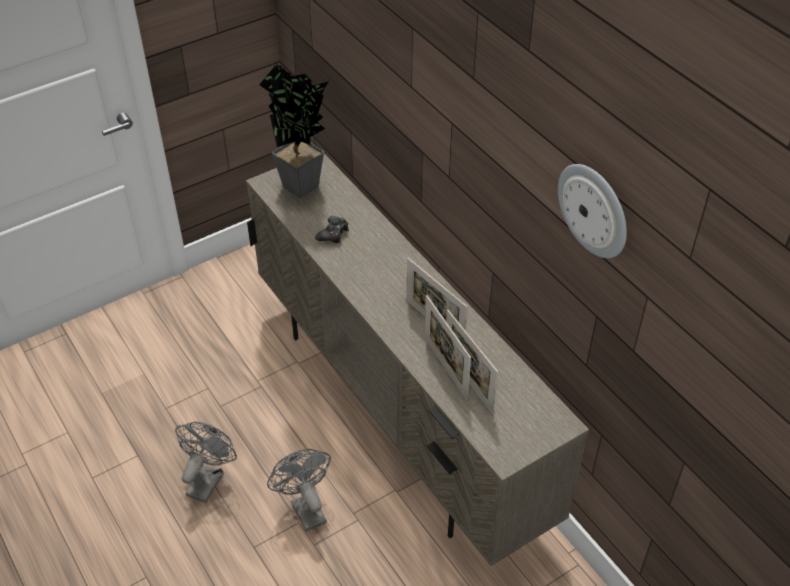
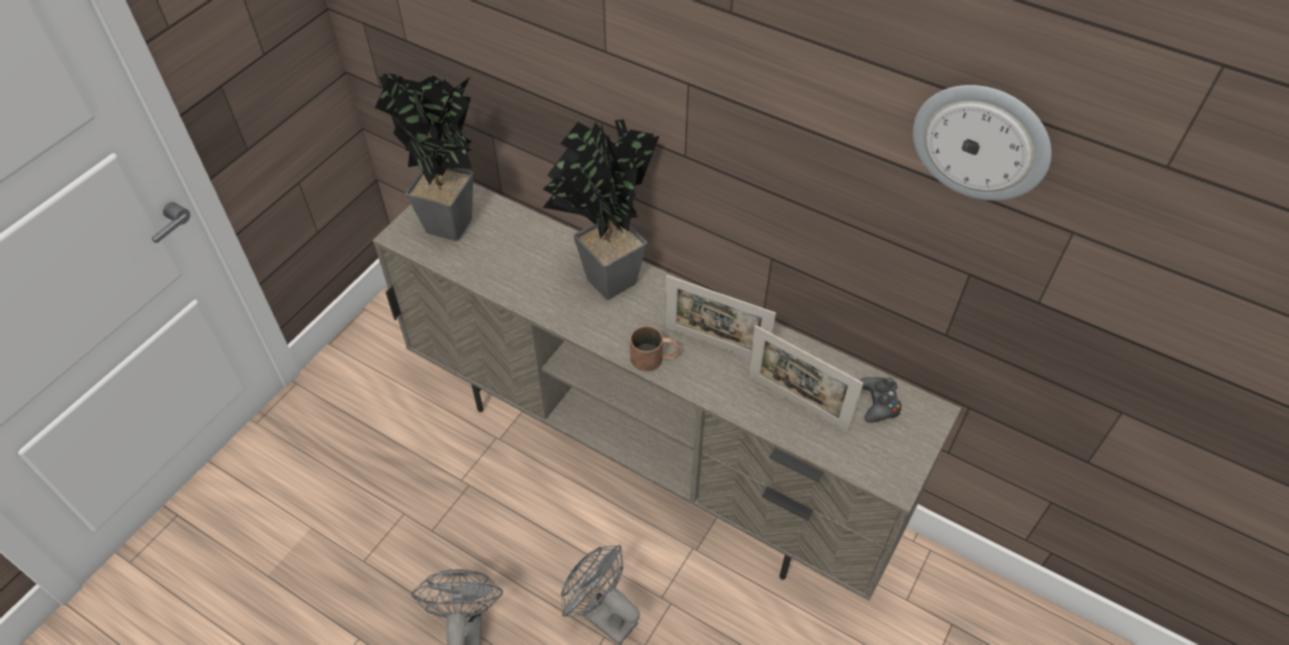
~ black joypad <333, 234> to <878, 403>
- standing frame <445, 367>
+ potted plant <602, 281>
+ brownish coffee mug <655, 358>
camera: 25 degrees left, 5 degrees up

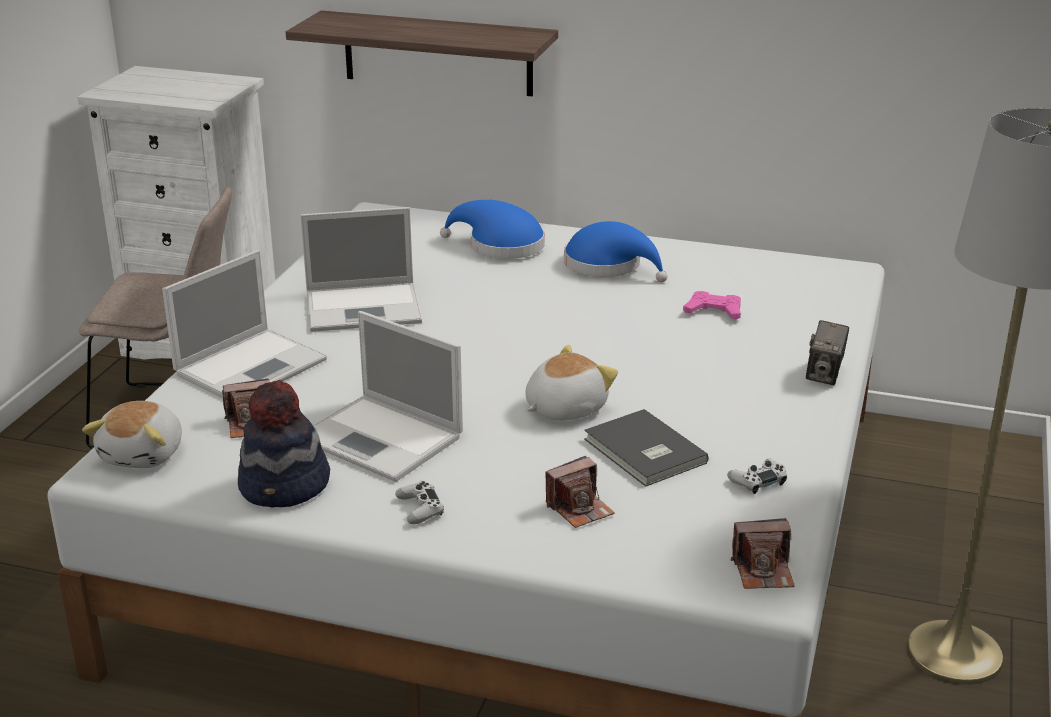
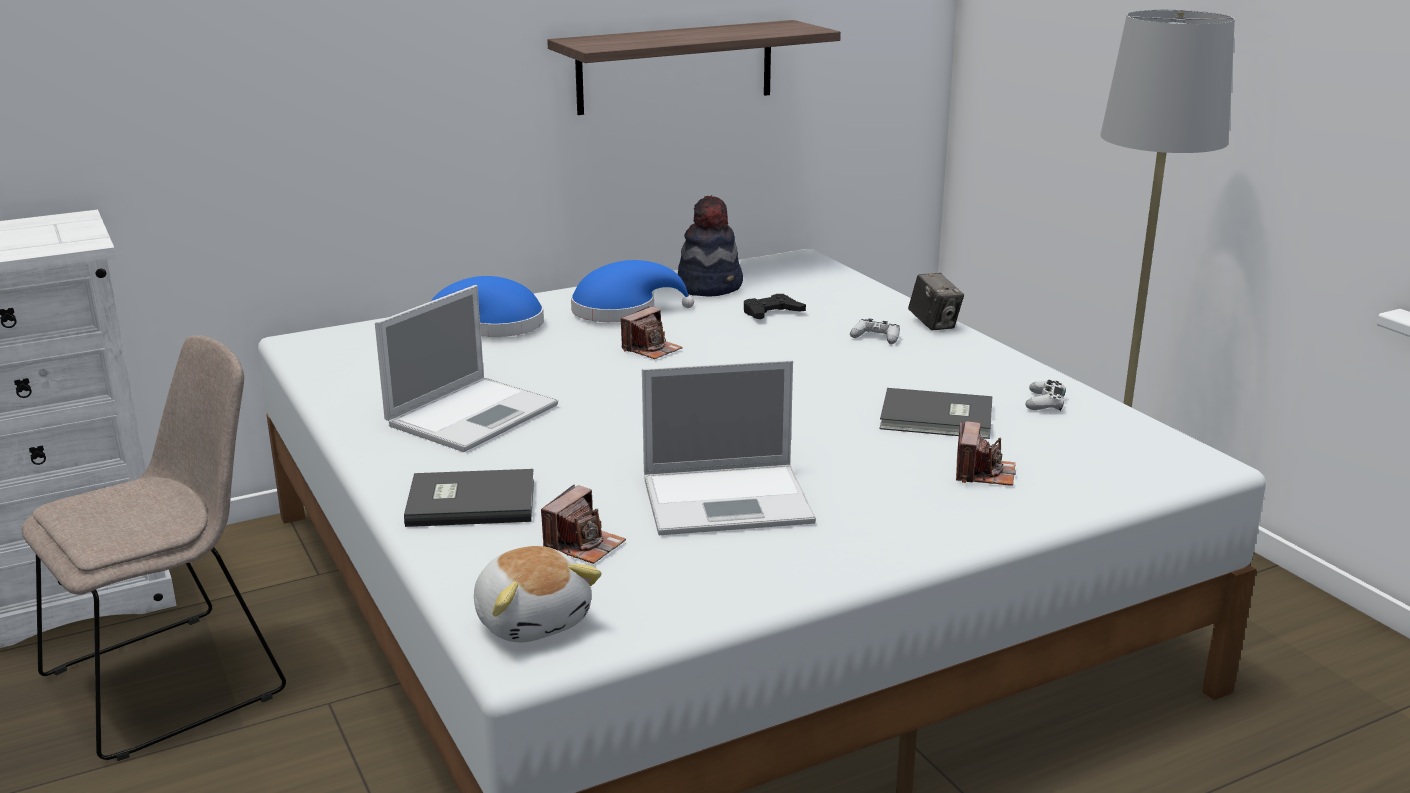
~ portable computer <252, 366> to grey book <469, 501>
~ wearable hat <285, 486> to <710, 286>
~ shelf <437, 53> to <675, 67>
~ white joypad <420, 509> to <876, 338>
- cuddly toy <564, 408>
~ pink-coloured joypad <714, 311> to black joypad <772, 313>
~ photo camera <763, 571> to <651, 349>
camera: 45 degrees left, 5 degrees down

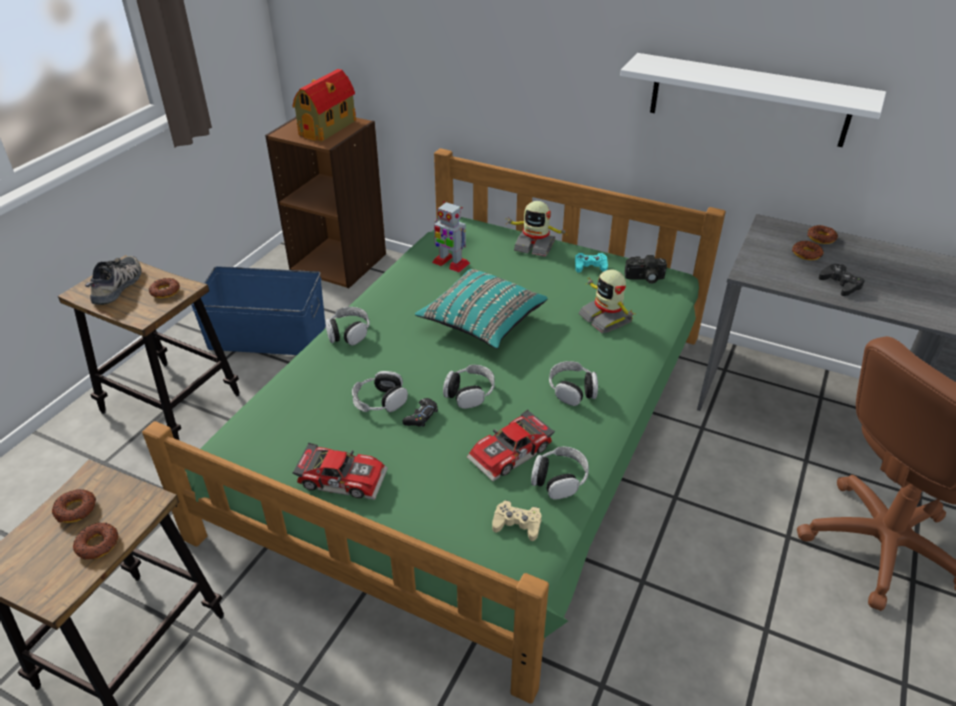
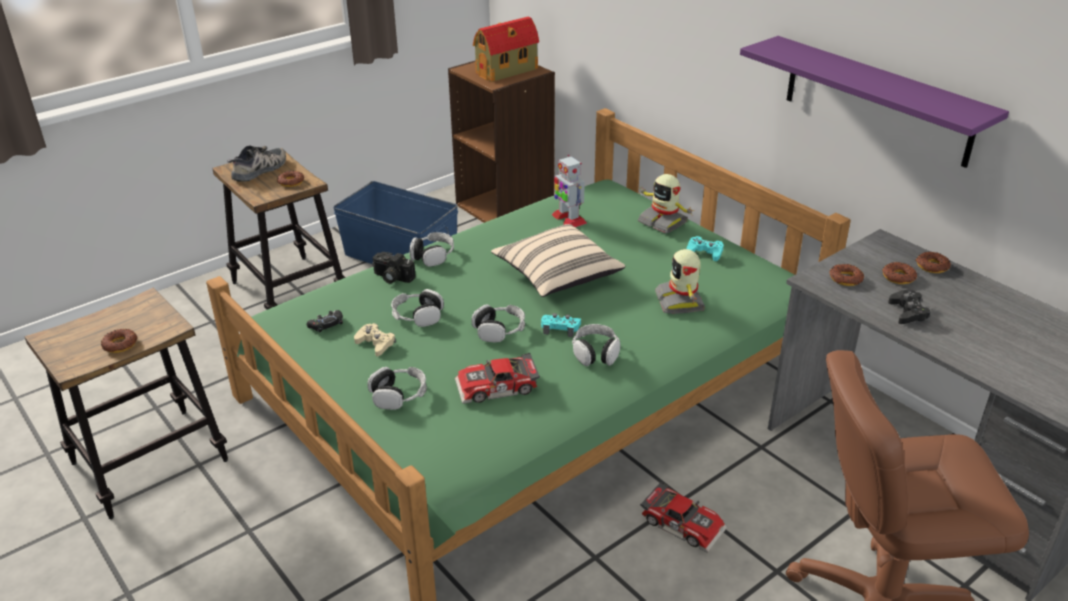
~ ring doughnut <76, 509> to <845, 279>
~ toy car <343, 477> to <683, 523>
~ black joypad <421, 416> to <326, 325>
~ turquoise-coloured throw pillow <482, 323> to beige throw pillow <557, 276>
~ beige joypad <517, 524> to <375, 343>
~ headphones <559, 479> to <399, 395>
~ white shelf <748, 100> to purplish shelf <877, 101>
~ photo camera <644, 278> to <391, 277>
+ turquoise-coloured joypad <560, 328>
camera: 25 degrees right, 5 degrees down

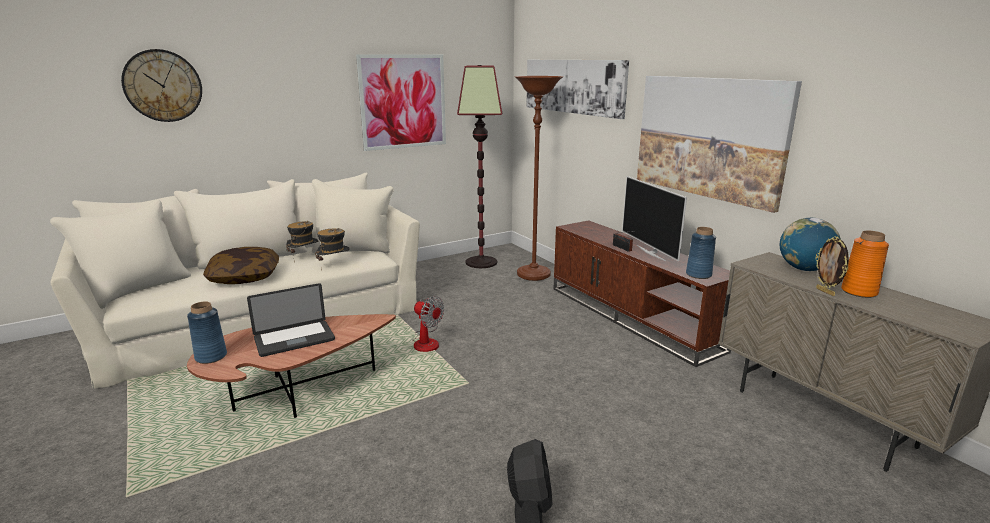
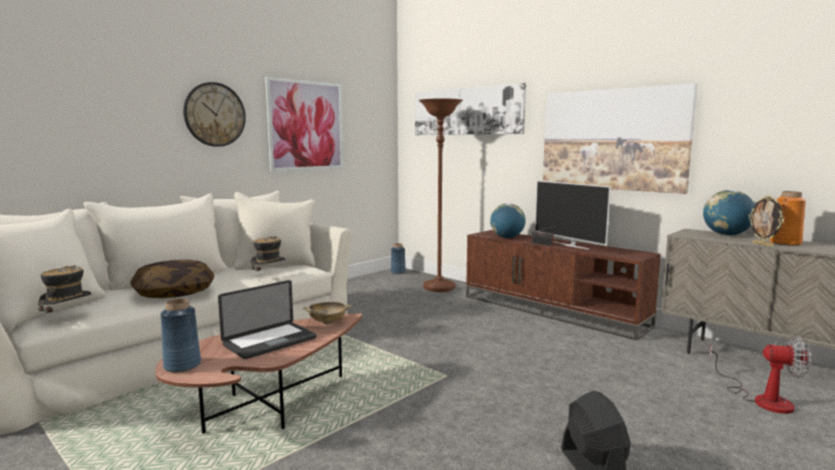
~ clock on the wall <163, 86> to <214, 114>
~ wearable hat <304, 257> to <68, 319>
~ electric fan <427, 341> to <762, 399>
- standing lamp <481, 262>
~ blue decorative vase <698, 275> to <398, 272>
+ beige bowl <327, 322>
+ desk globe <507, 237>
camera: 15 degrees left, 10 degrees down

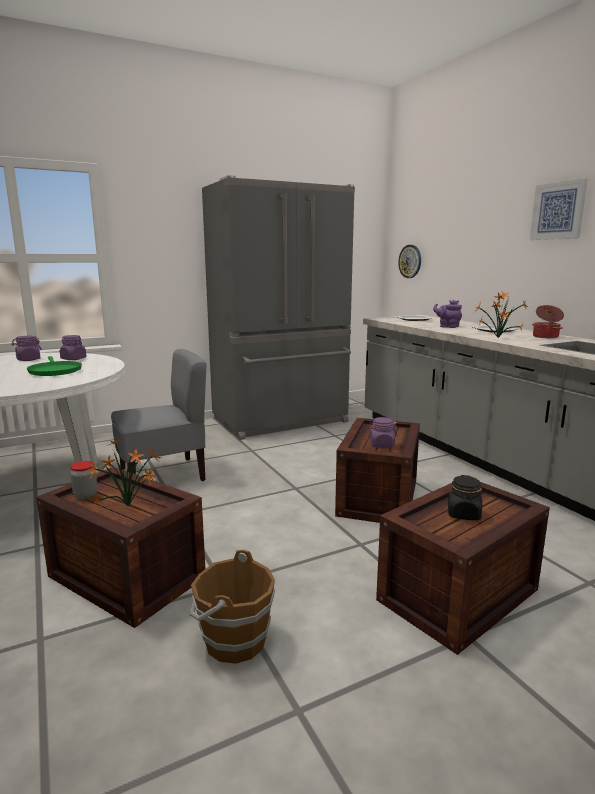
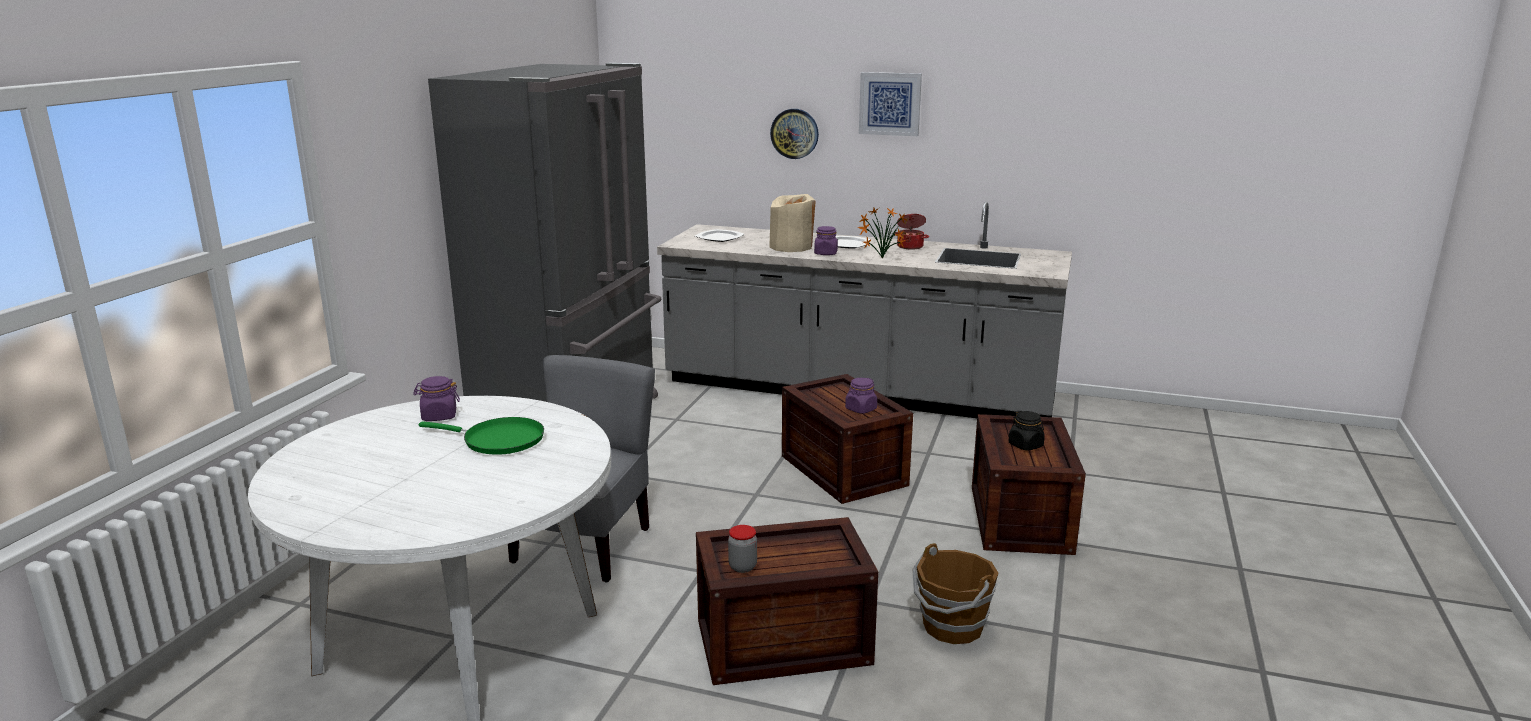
~ purplish jar <28, 360> to <826, 253>
- potted plant <130, 506>
~ clock on the wall <410, 261> to <794, 133>
~ purplish pot for tea <447, 327> to beige decorative vase <791, 246>
camera: 45 degrees left, 5 degrees up

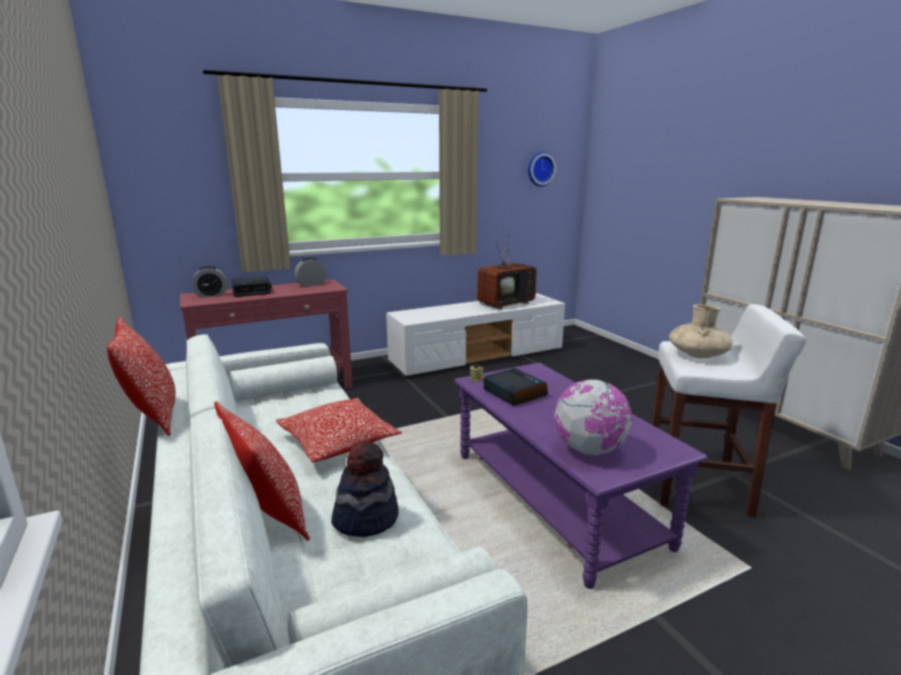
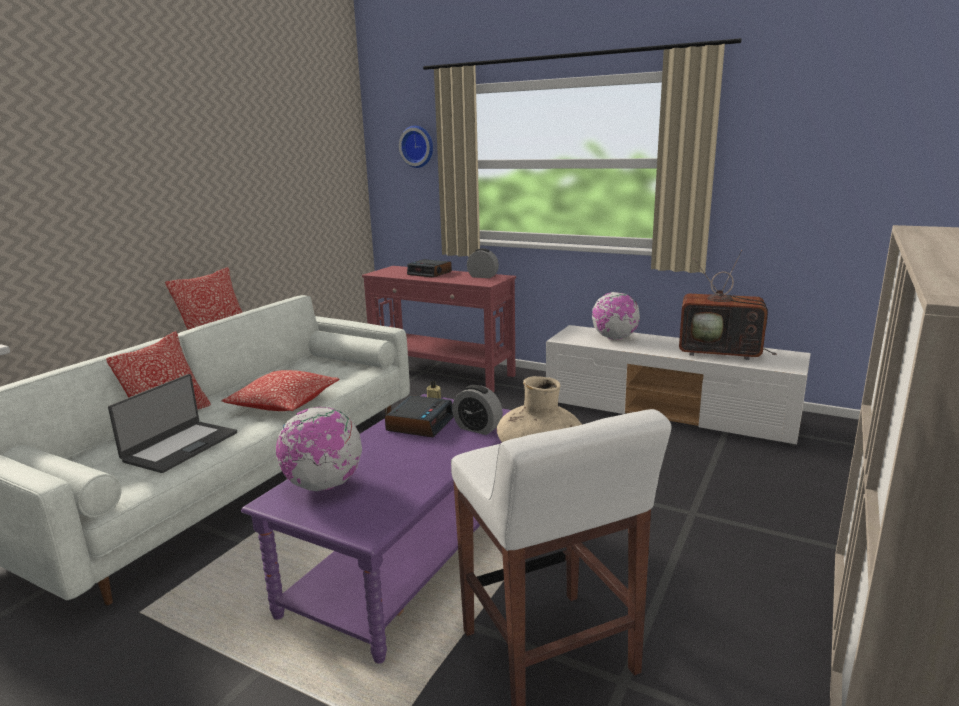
~ table clock <211, 295> to <477, 428>
~ wearable hat <366, 518> to portable computer <180, 446>
~ clock on the wall <540, 169> to <418, 146>
+ desk globe <614, 338>
camera: 55 degrees right, 0 degrees up

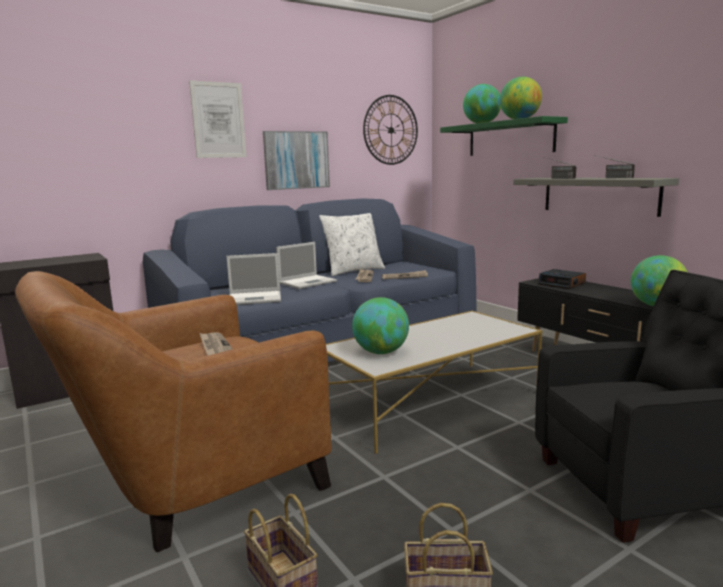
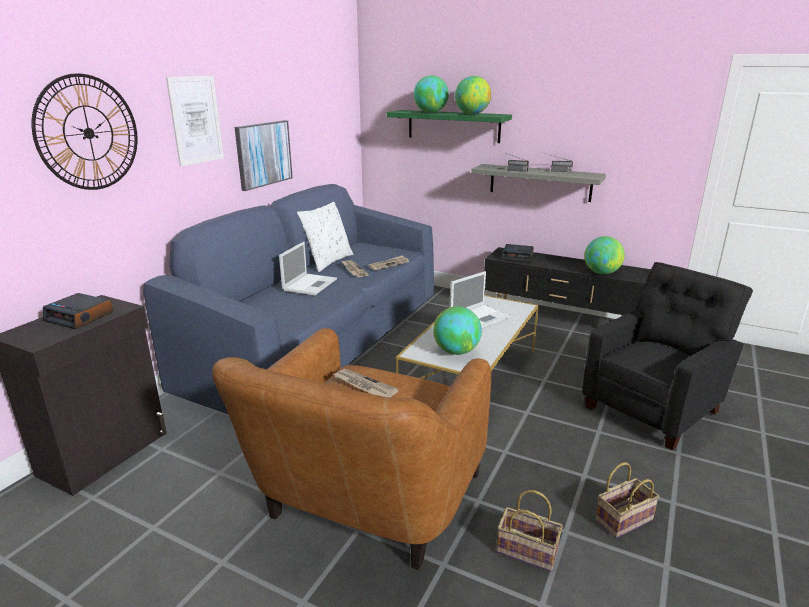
~ portable computer <256, 298> to <480, 317>
~ clock on the wall <391, 130> to <88, 133>
+ table clock <80, 317>
camera: 30 degrees left, 10 degrees up

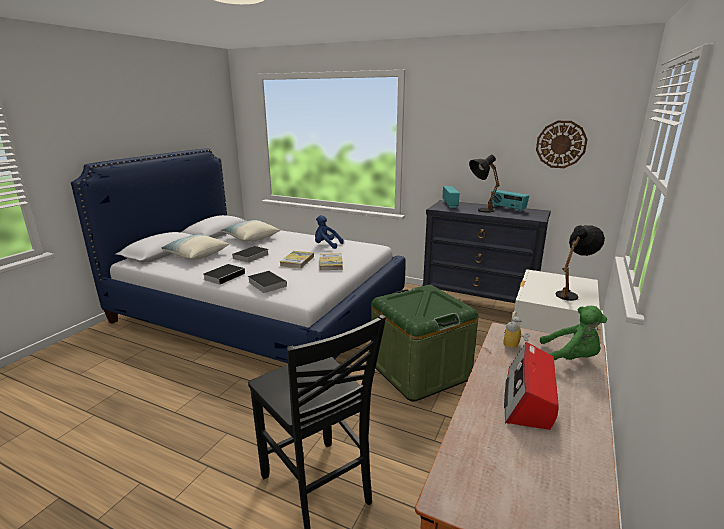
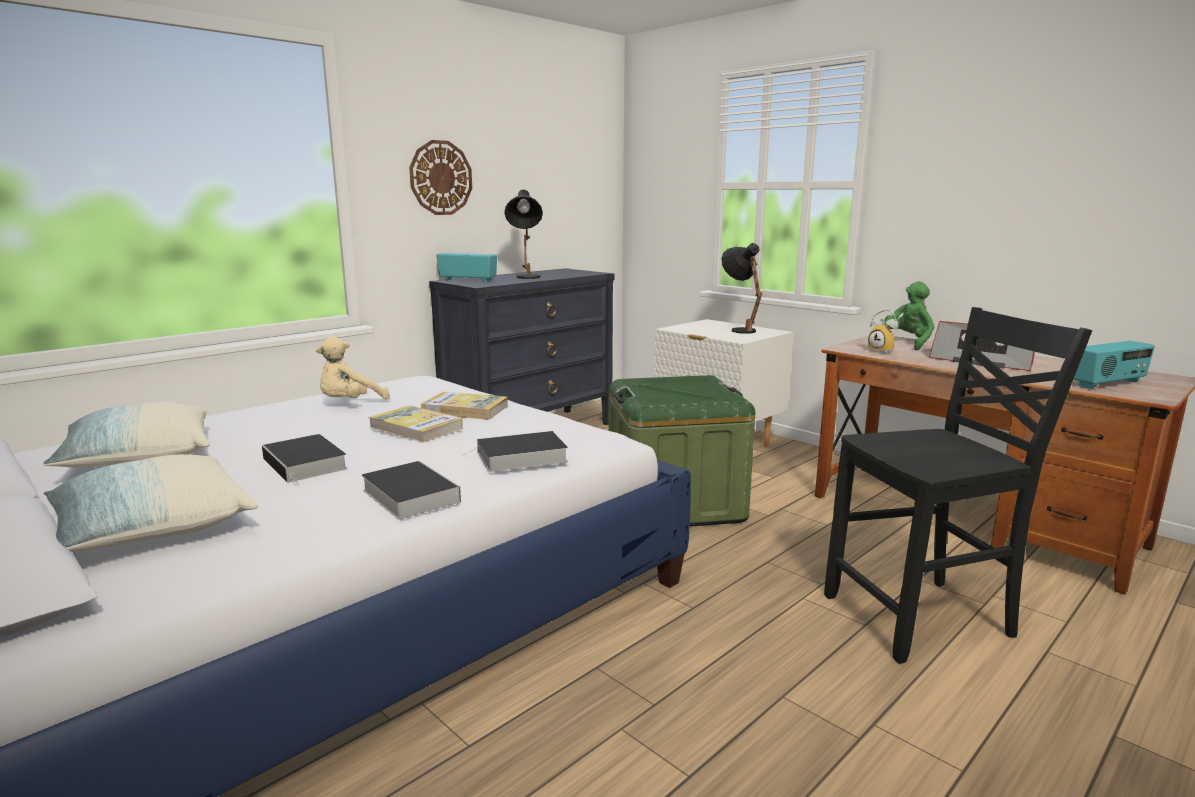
~ blue cuddly toy <326, 245> to beige cuddly toy <350, 403>
~ radio <507, 208> to <1108, 384>
~ clock on the wall <561, 144> to <441, 178>
camera: 70 degrees left, 5 degrees down

